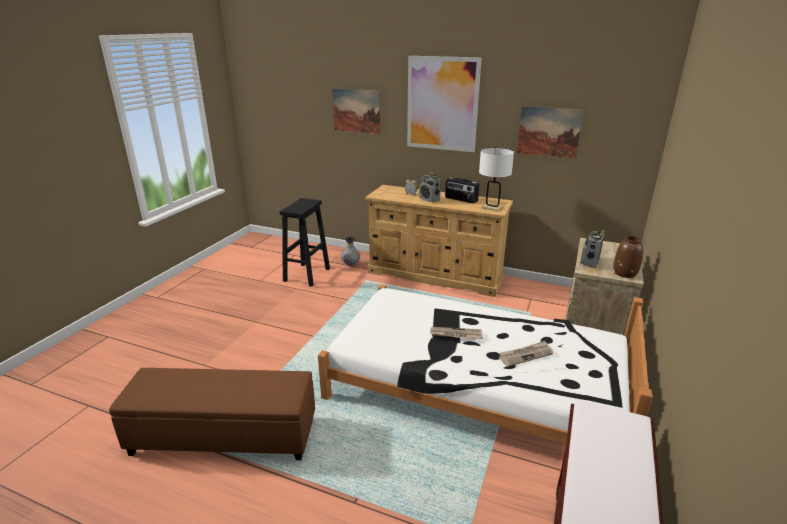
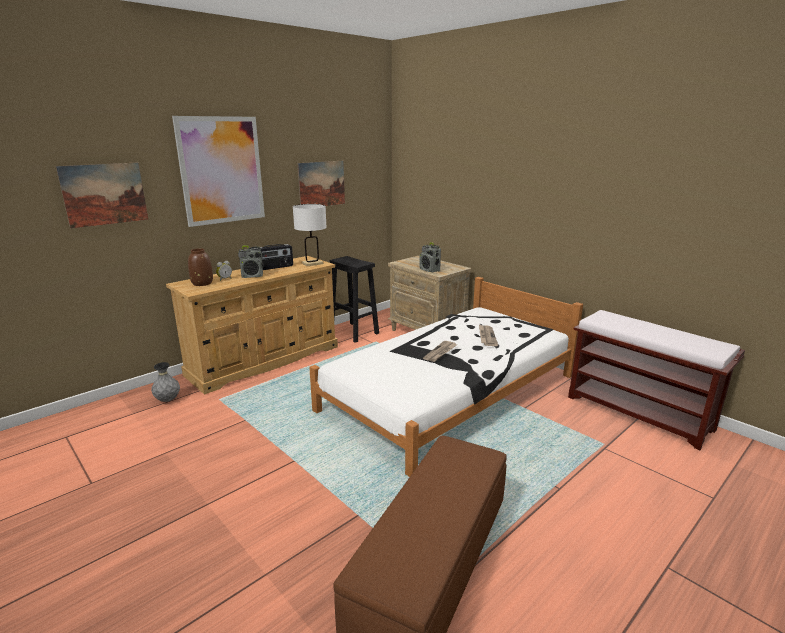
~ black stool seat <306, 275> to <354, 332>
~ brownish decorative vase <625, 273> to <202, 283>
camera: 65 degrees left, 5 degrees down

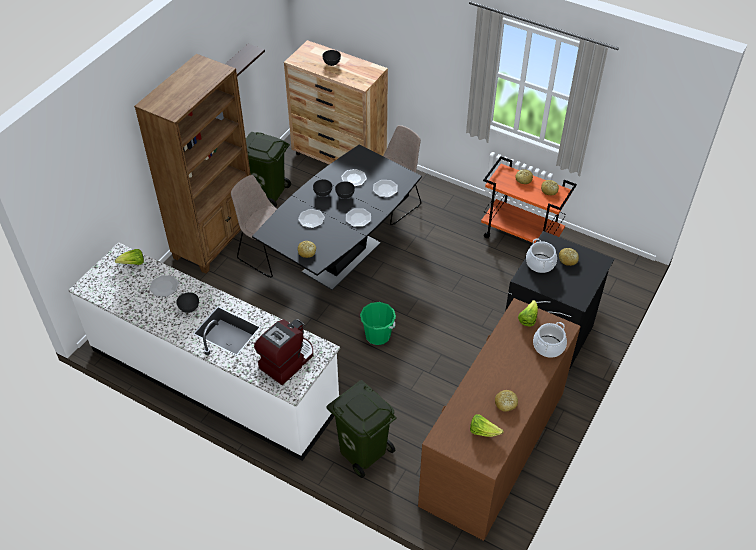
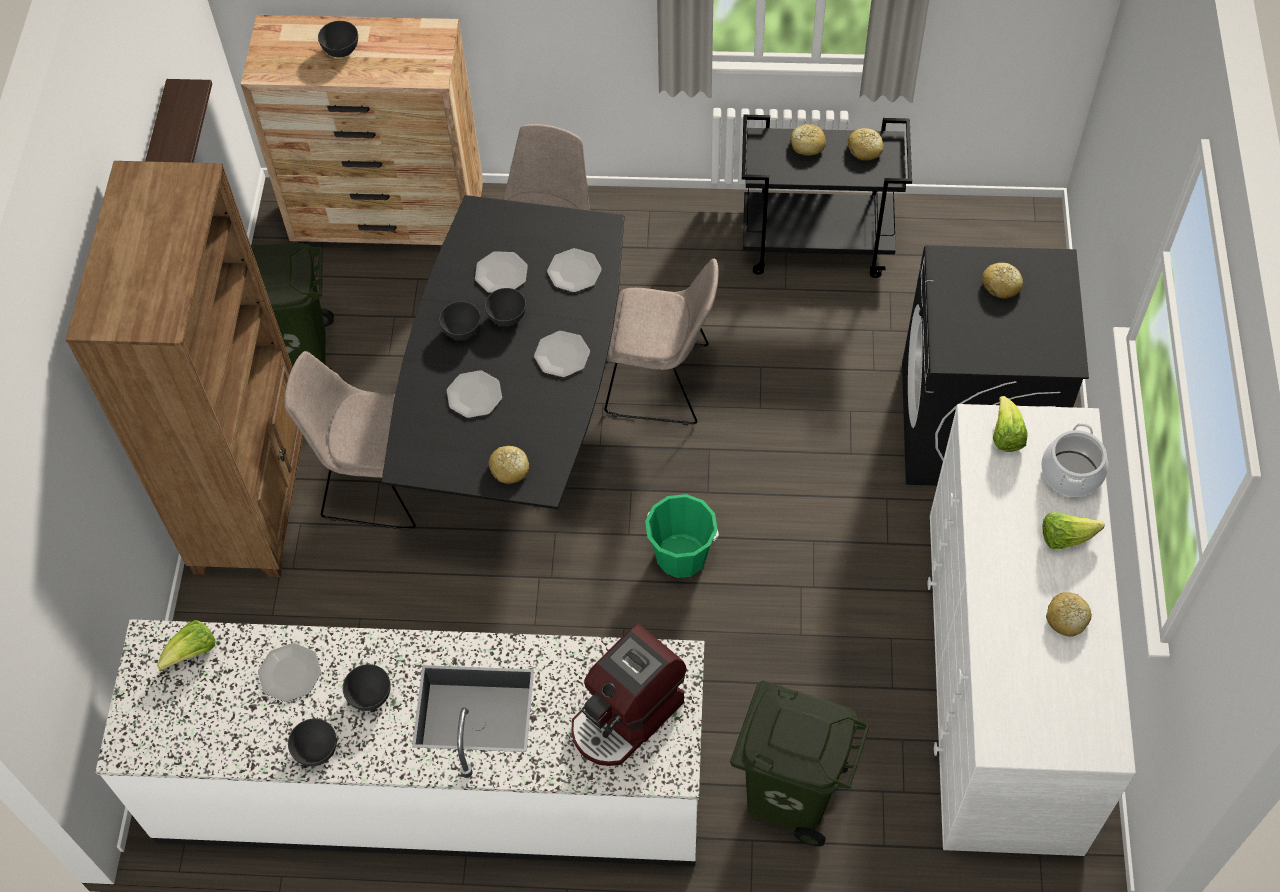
~ coffee brewer <287, 361> = <627, 717> 150 degrees counterclockwise
~ brownish dresser <493, 447> to white dresser <1002, 676>
~ lettuce <483, 431> to <1065, 537>
~ orange-coloured trolley <521, 236> to black trolley <817, 244>
- saucepot <540, 263>
+ grey bowl <316, 750>
+ beige plain chair <662, 381>
camera: 25 degrees left, 10 degrees up

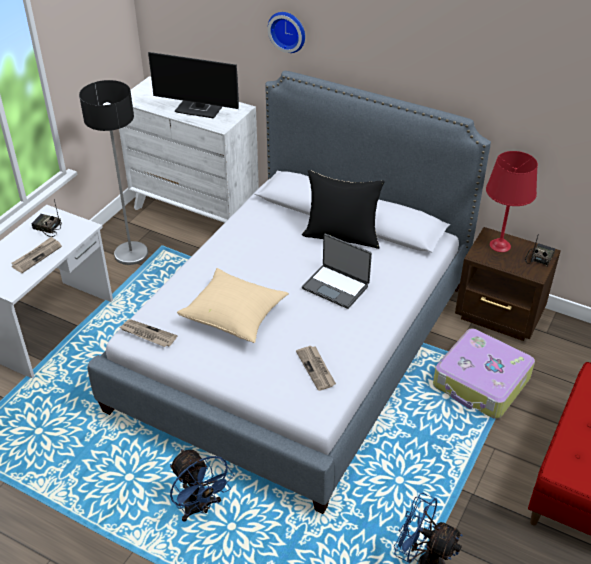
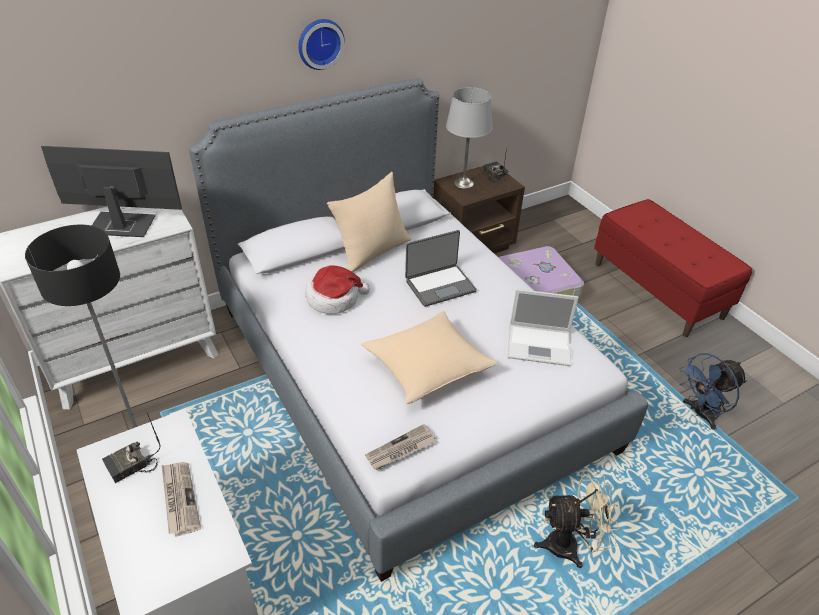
~ computer screen <200, 109> = <120, 226> 135 degrees counterclockwise
~ blue electric fan <200, 508> to beige electric fan <570, 545>
~ clock on the wall <288, 31> to <319, 43>
~ printed paper <316, 369> to portable computer <540, 345>
~ black throw pillow <342, 235> to beige throw pillow <372, 251>
~ red-coloured table lamp <499, 245> to grey table lamp <464, 183>
+ wearable hat <334, 298>
camera: 60 degrees left, 0 degrees up

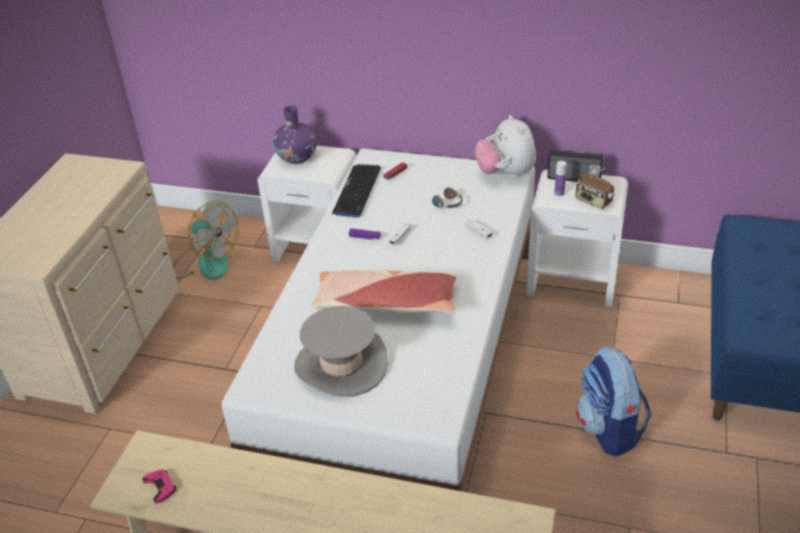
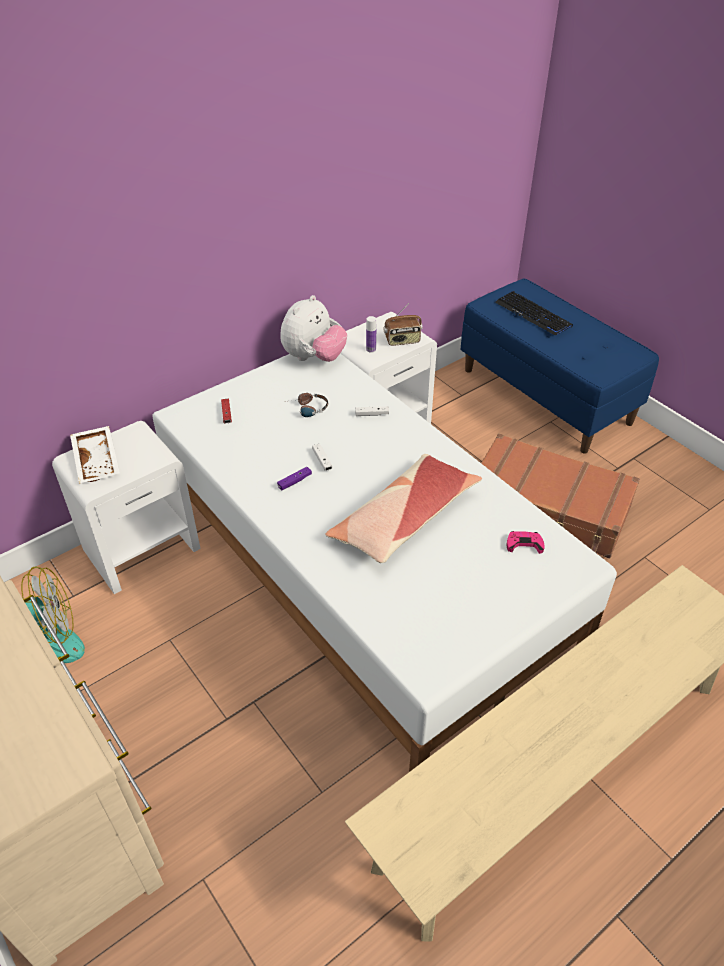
~ pink-coloured joypad <160, 487> to <524, 544>
~ purplish decorative vase <297, 157> to white carrying tray <98, 461>
- grey wearable hat <341, 364>
~ keyboard <357, 191> to <533, 314>
~ cuddly toy <505, 173> = <314, 358> 75 degrees counterclockwise
- radio <574, 179>
~ backpack <609, 429> to brownish suitcase <548, 508>
camera: 55 degrees left, 5 degrees up

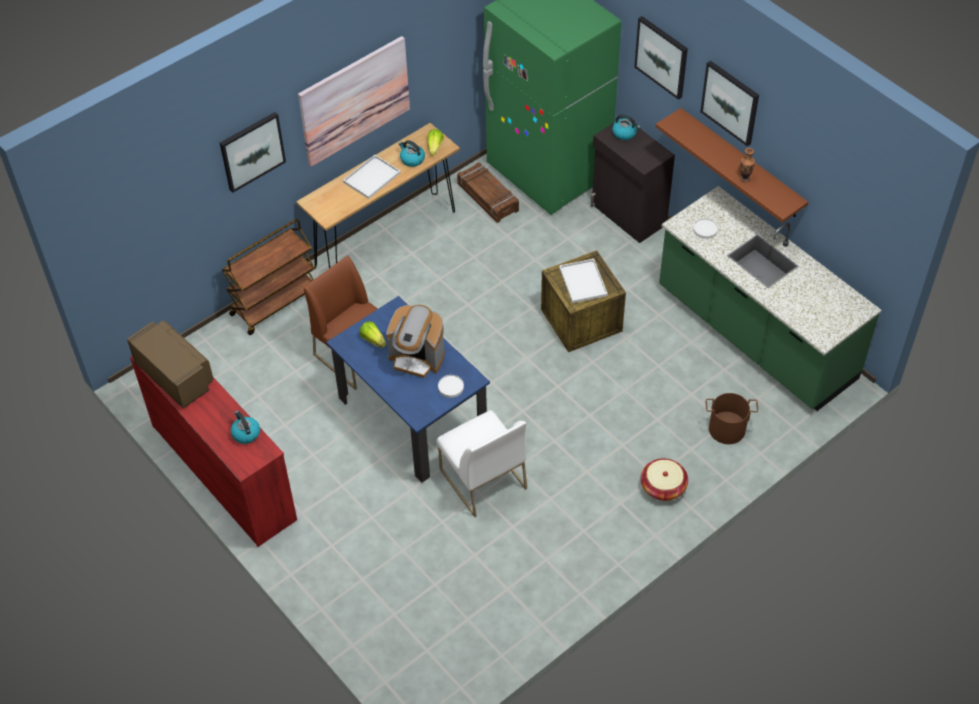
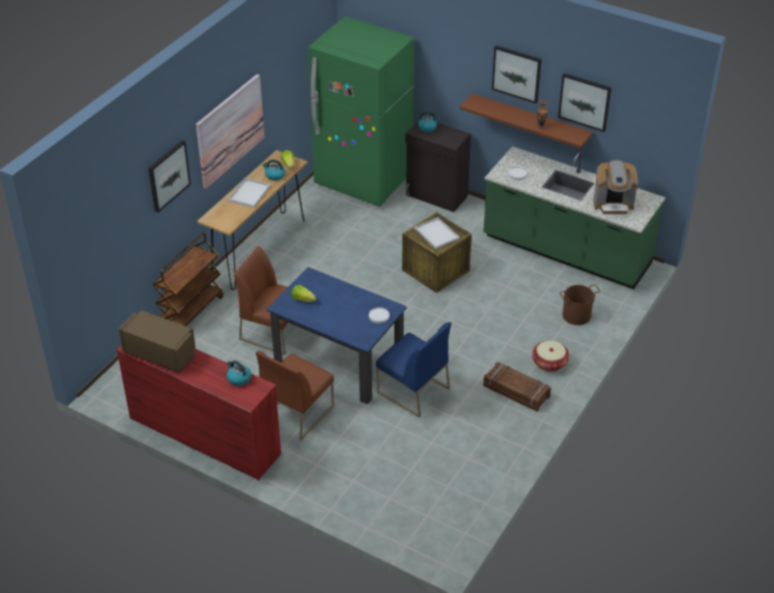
~ coffee brewer <417, 358> to <613, 204>
~ white plain chair <482, 479> to blue plain chair <412, 390>
~ packing crate <487, 197> to <516, 391>
~ picture <662, 57> to <585, 101>
+ brownish plain chair <297, 412>
camera: 20 degrees left, 10 degrees down

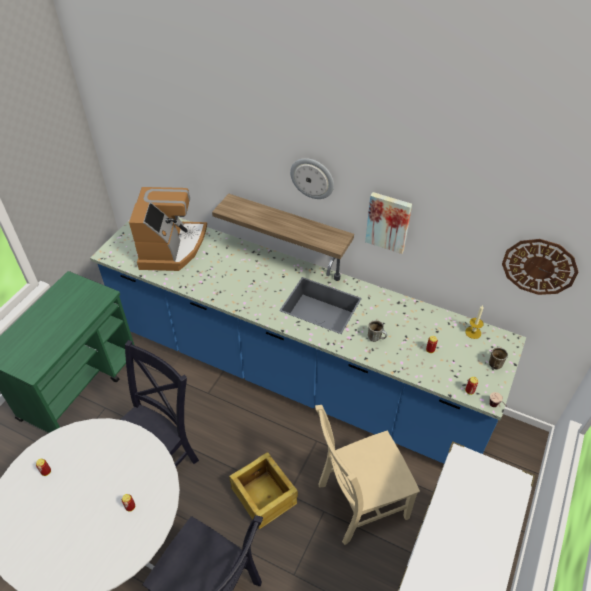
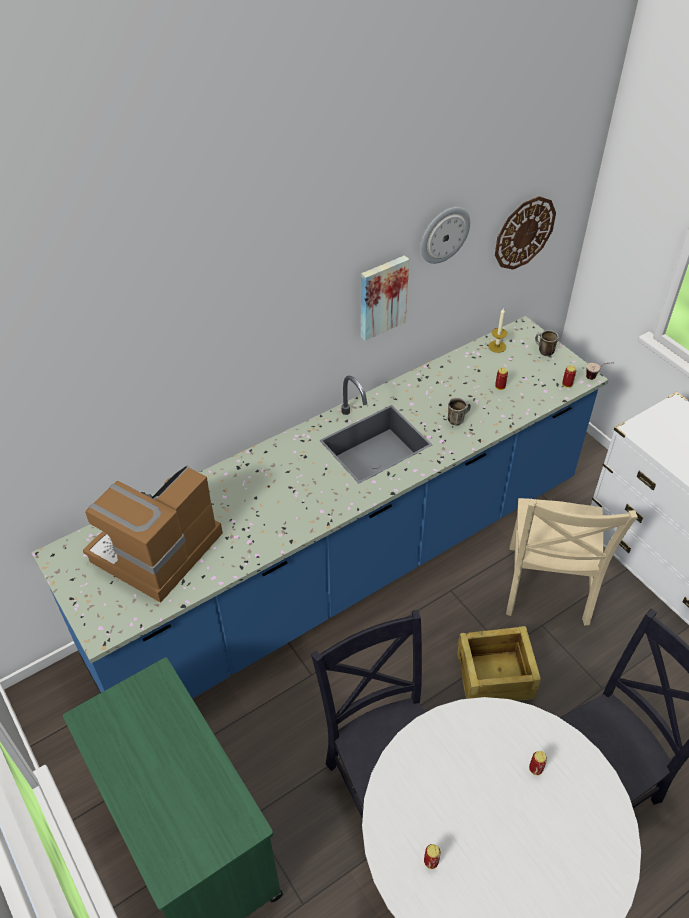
~ coffee brewer <172, 248> = <156, 549> 90 degrees counterclockwise
- shelf <289, 226>
~ clock on the wall <312, 178> to <444, 234>
camera: 60 degrees left, 0 degrees up

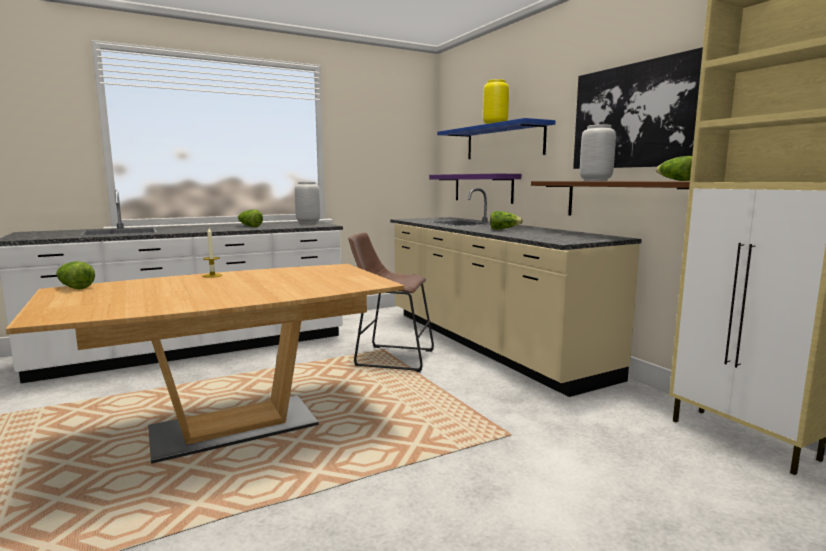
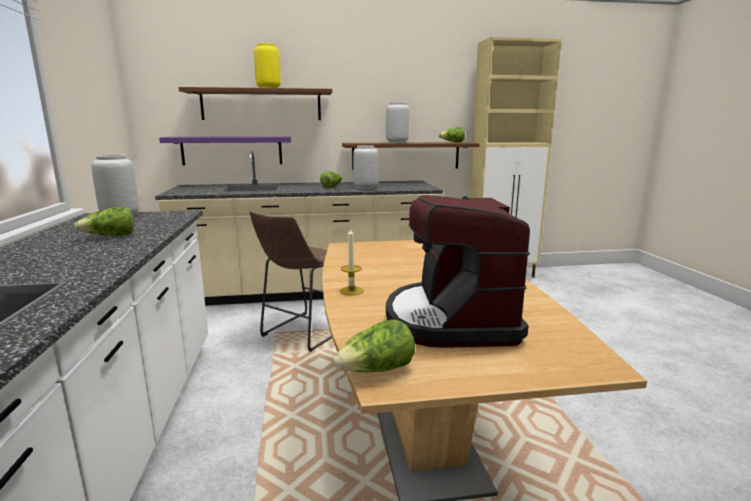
~ blue shelf <503, 142> to brownish shelf <261, 105>
- picture <636, 116>
+ grey decorative vase <365, 188>
+ coffee brewer <451, 320>
camera: 70 degrees left, 5 degrees up

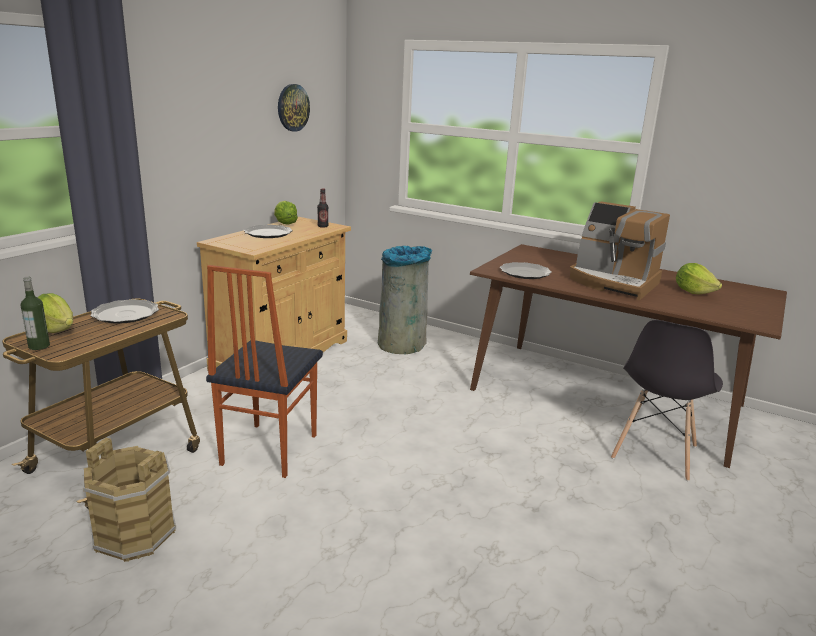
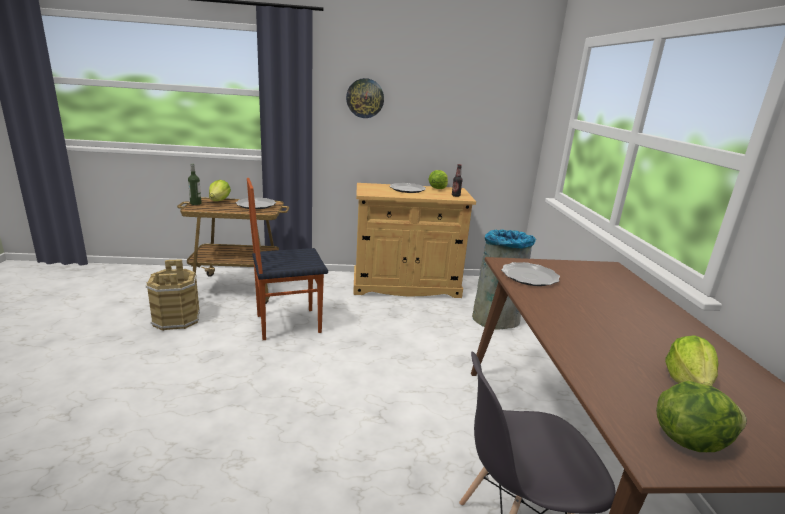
~ clock on the wall <293, 107> to <365, 98>
- coffee brewer <613, 283>
+ lettuce <689, 439>
camera: 55 degrees right, 0 degrees up

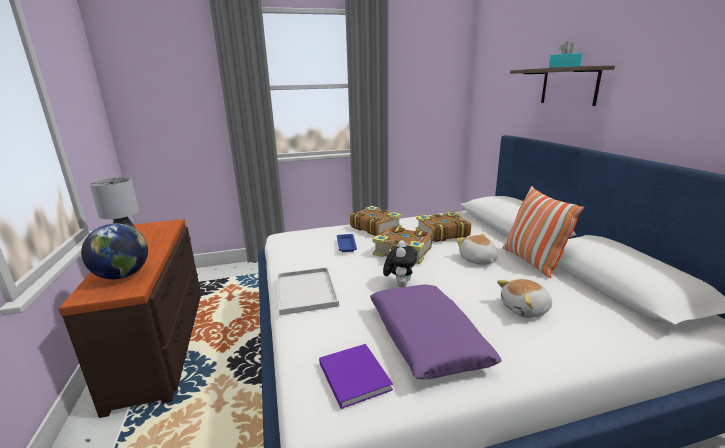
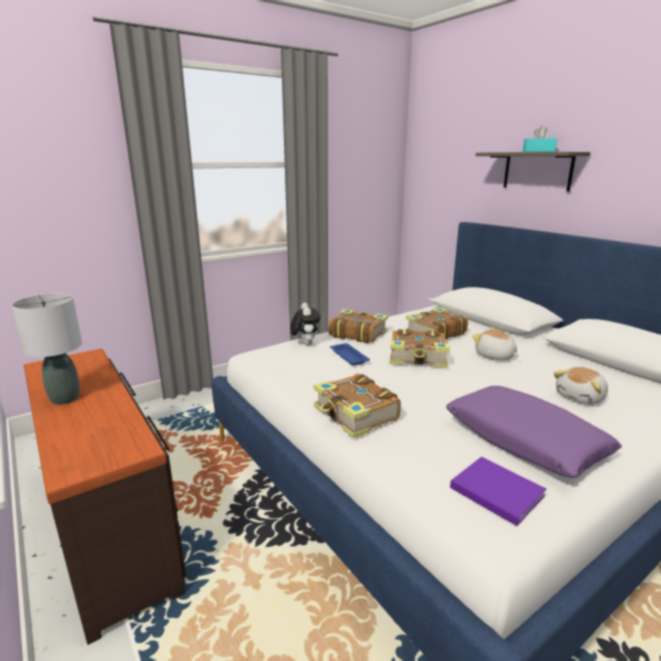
- desk globe <122, 275>
~ white carrying tray <307, 291> to book <355, 415>
~ cuddly toy <400, 284> to <305, 343>
- throw pillow <532, 261>
camera: 20 degrees left, 0 degrees up

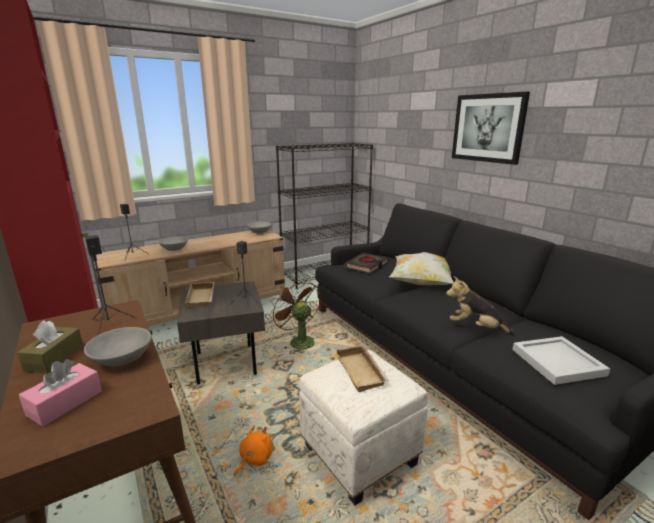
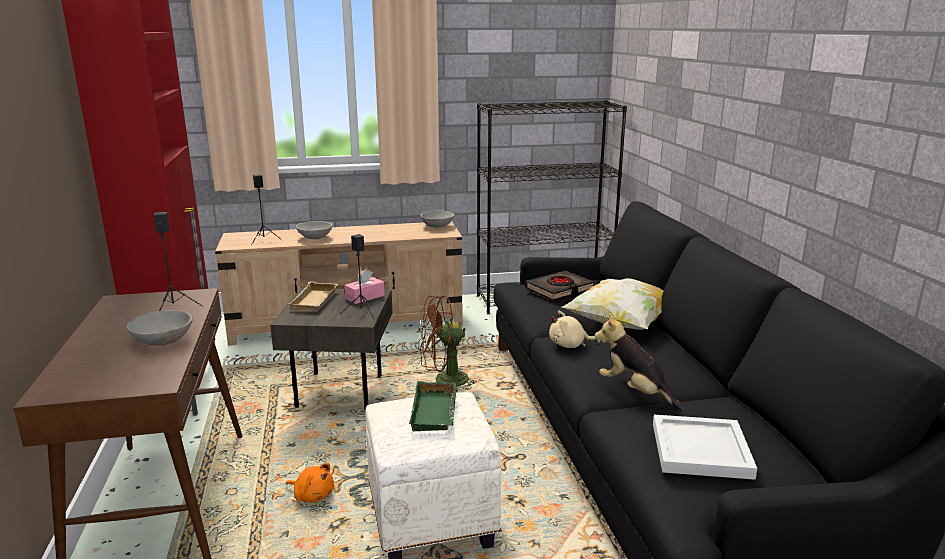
- brownish box of tissues <54, 358>
~ pink-coloured box of tissues <65, 403> to <365, 297>
~ orange-coloured cuddly toy <254, 458> = <312, 495> 60 degrees clockwise
~ brownish electric fan <298, 341> = <444, 381> 90 degrees counterclockwise
~ beige carrying tray <362, 371> to greenish carrying tray <436, 412>
- picture <488, 128>
+ beige cuddly toy <569, 345>
camera: 20 degrees right, 0 degrees up

